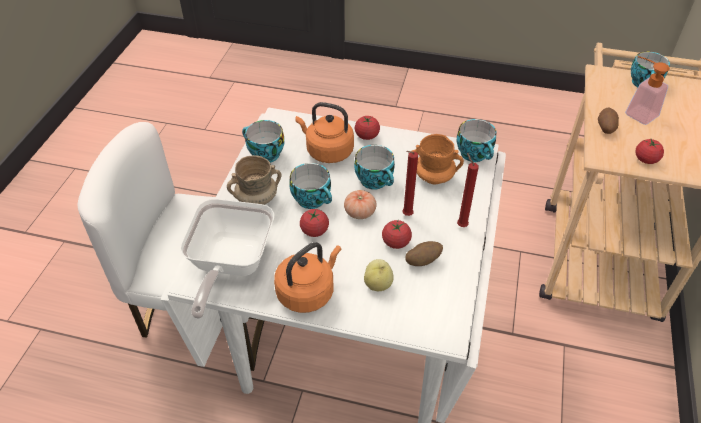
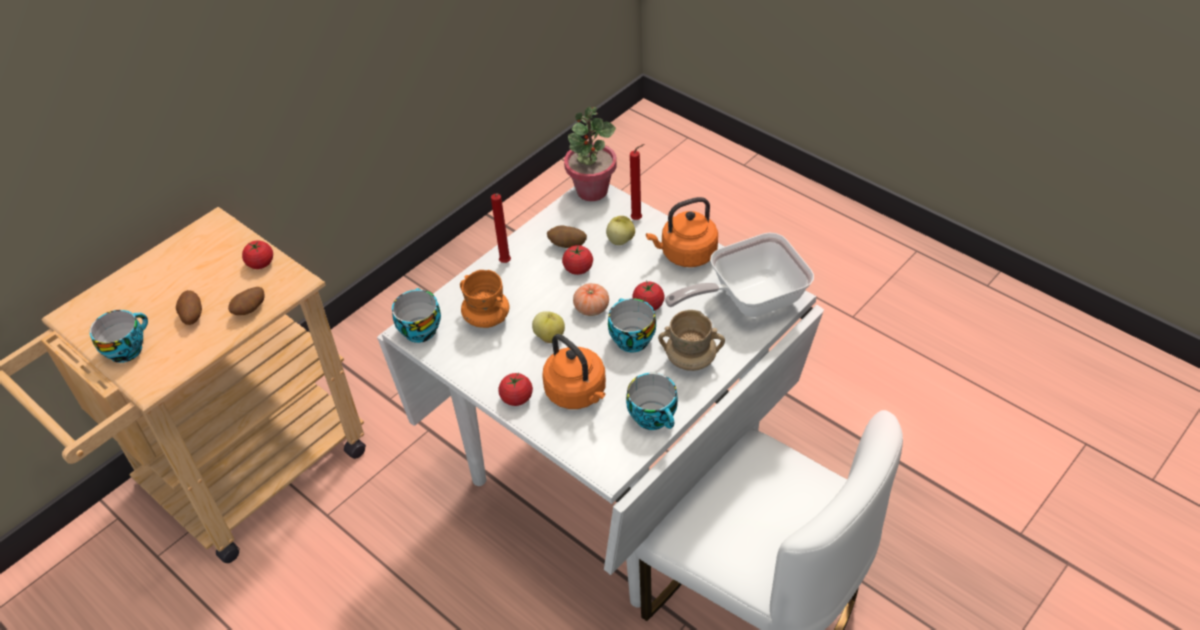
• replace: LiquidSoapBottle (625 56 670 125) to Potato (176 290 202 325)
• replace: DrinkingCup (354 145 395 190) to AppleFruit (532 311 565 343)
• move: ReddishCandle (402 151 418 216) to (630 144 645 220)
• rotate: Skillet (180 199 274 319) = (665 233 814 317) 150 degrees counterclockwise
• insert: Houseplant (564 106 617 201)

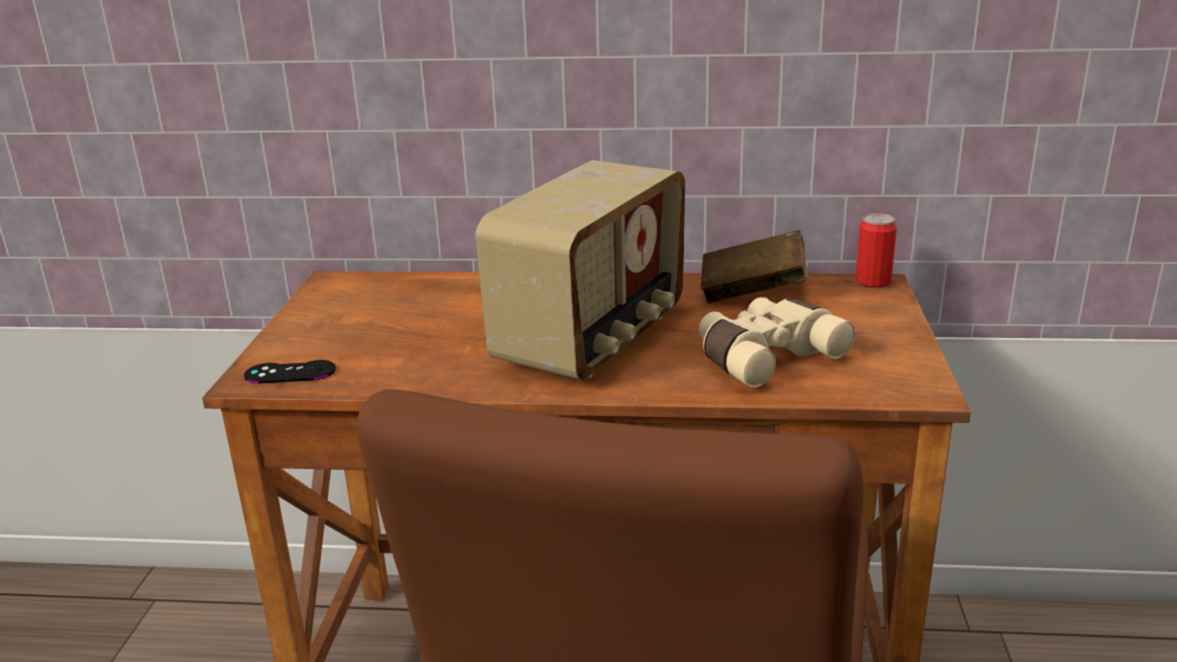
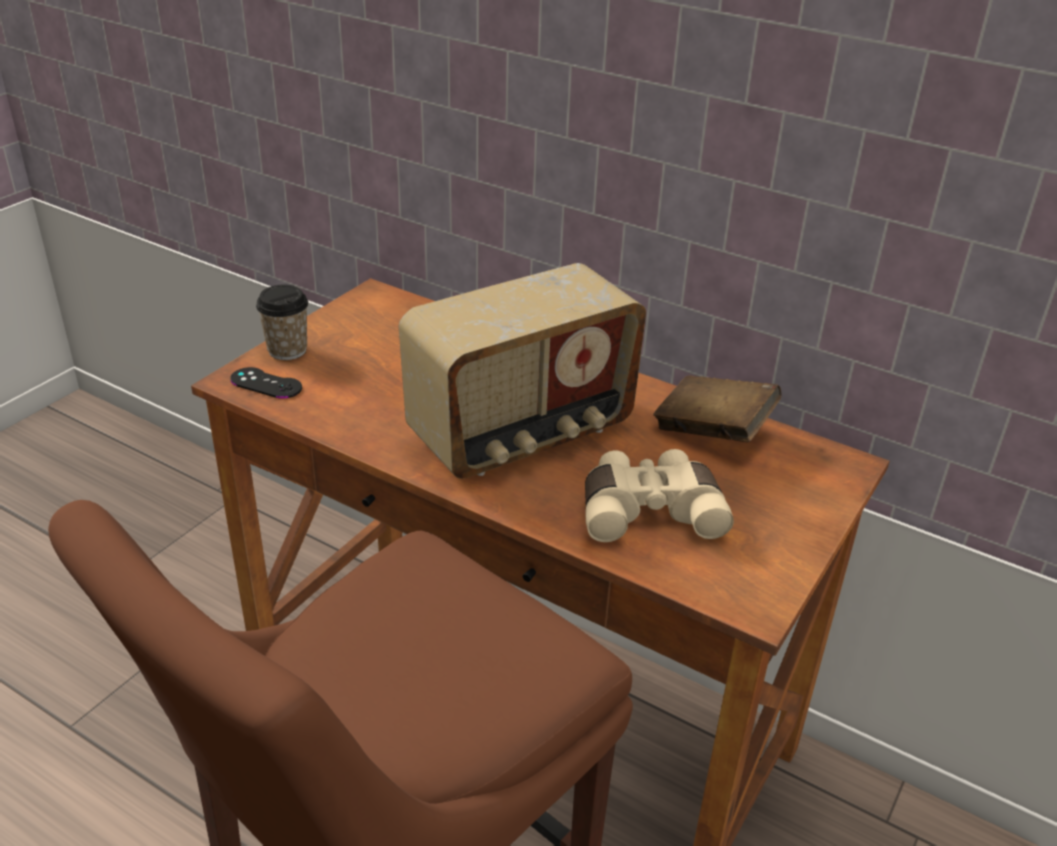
• delete: SealedCan (855 213 897 288)
• insert: DrinkingCup (256 285 308 360)

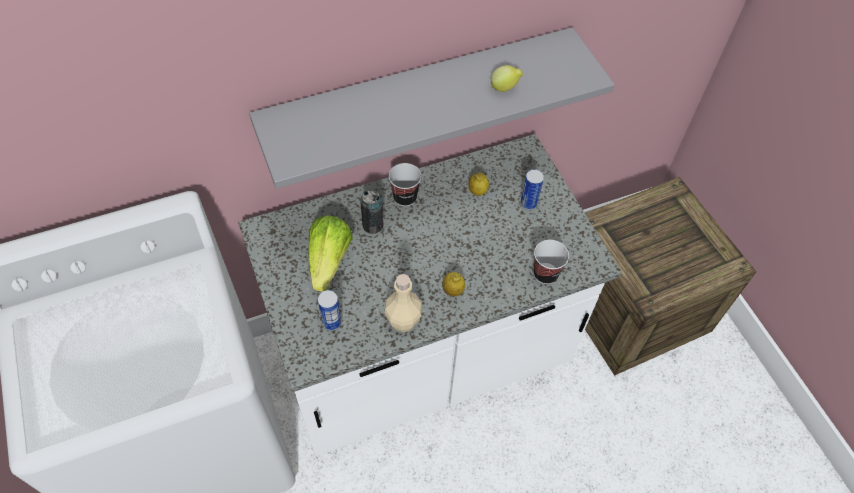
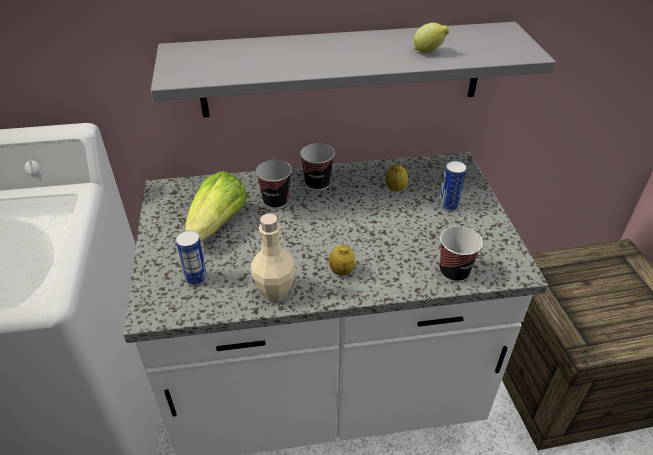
• replace: SealedCan (360 190 384 234) to DrinkingCup (255 160 292 209)

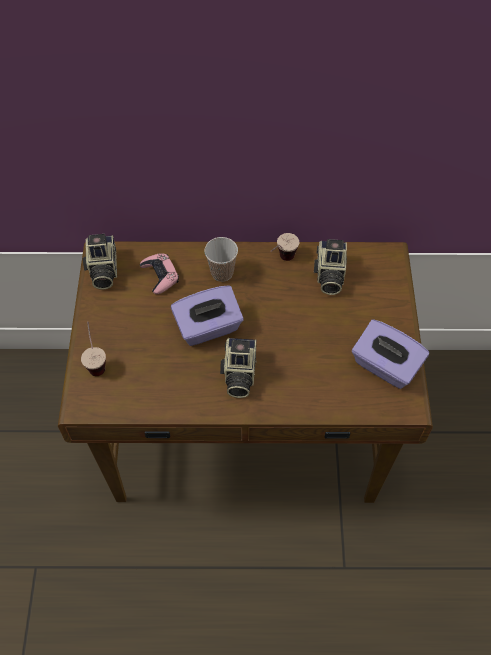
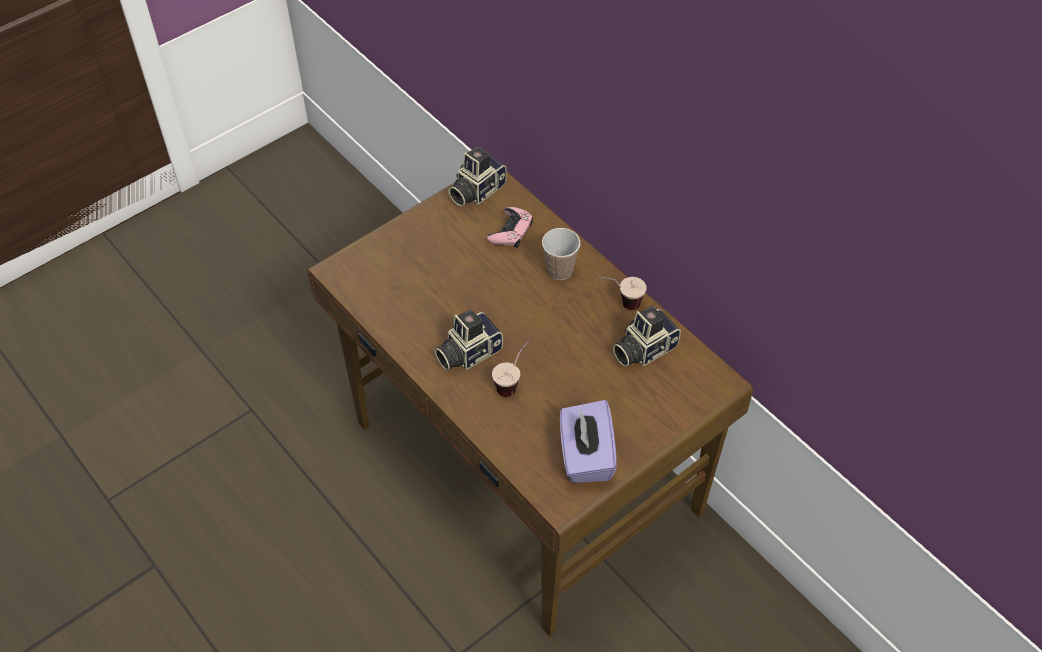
• delete: PurpleColouredTissueHolder (171 286 244 346)
• move: DrinkingCup (81 321 106 376) to (492 339 530 397)

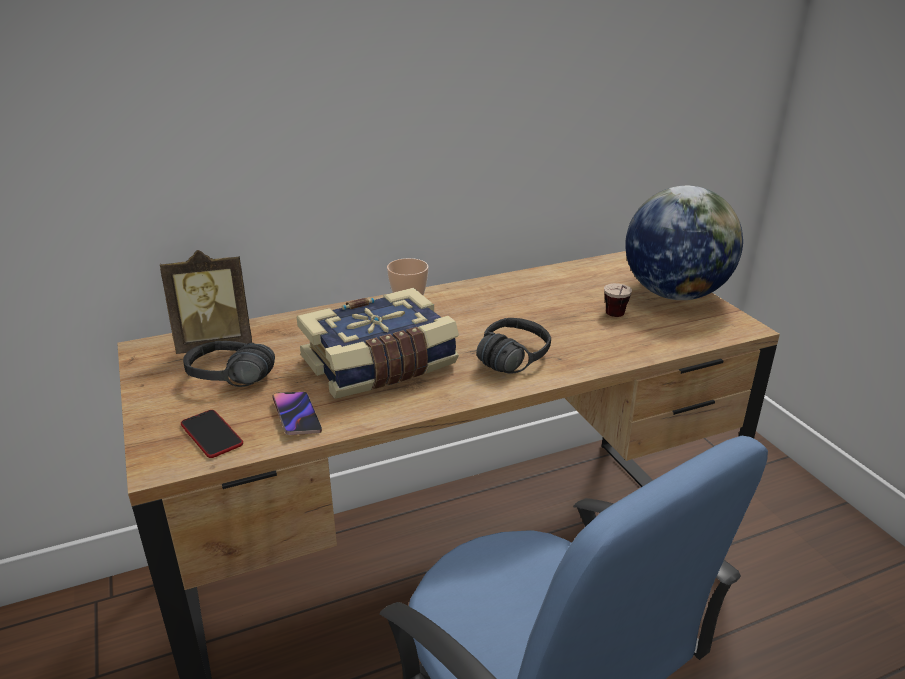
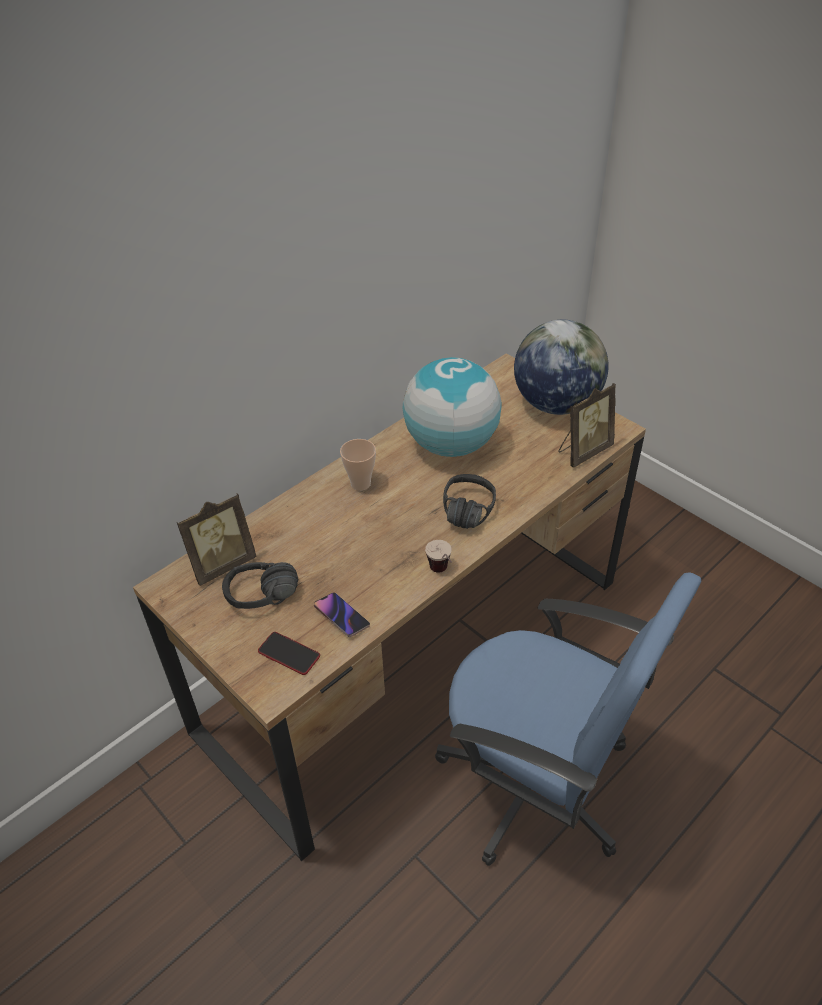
• move: DrinkingCup (604 283 632 317) to (425 540 452 573)
• delete: BoundBook (297 288 459 399)
• insert: DeskGlobe (403 357 502 457)
• insert: PictureFrame (559 383 616 468)

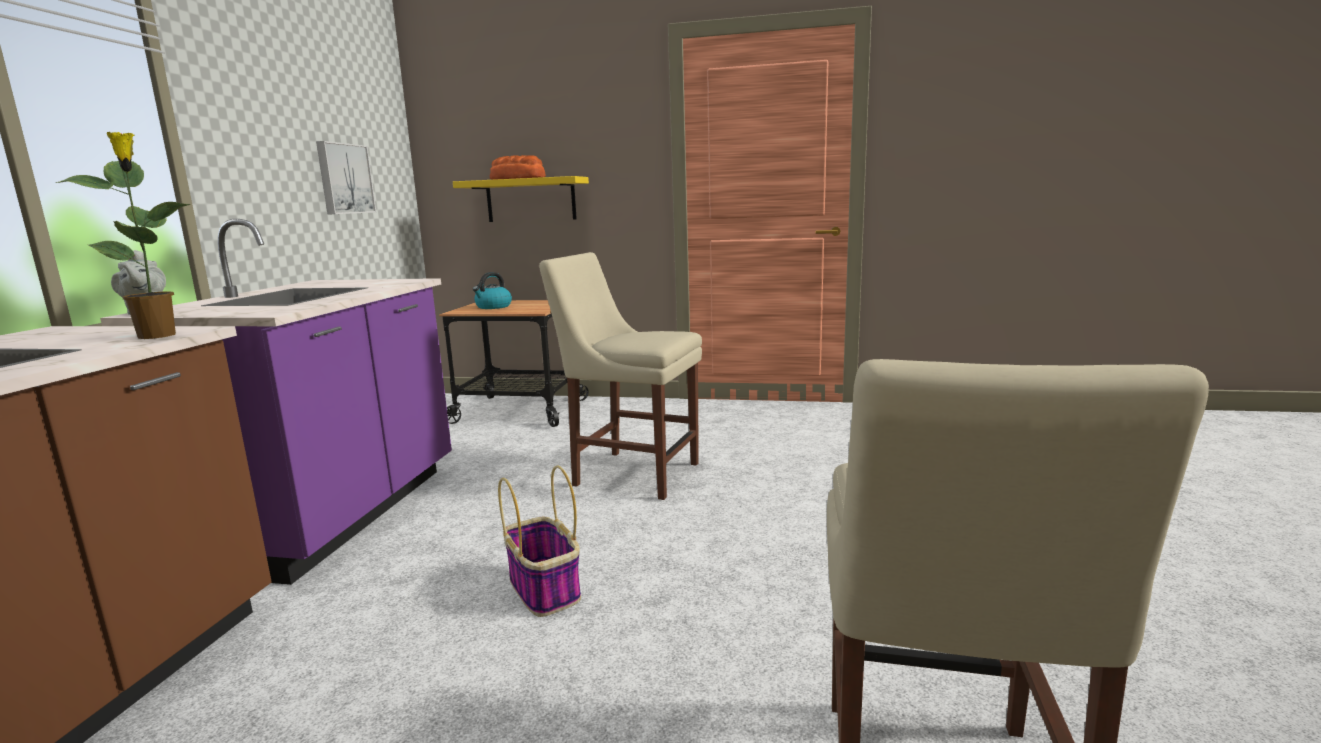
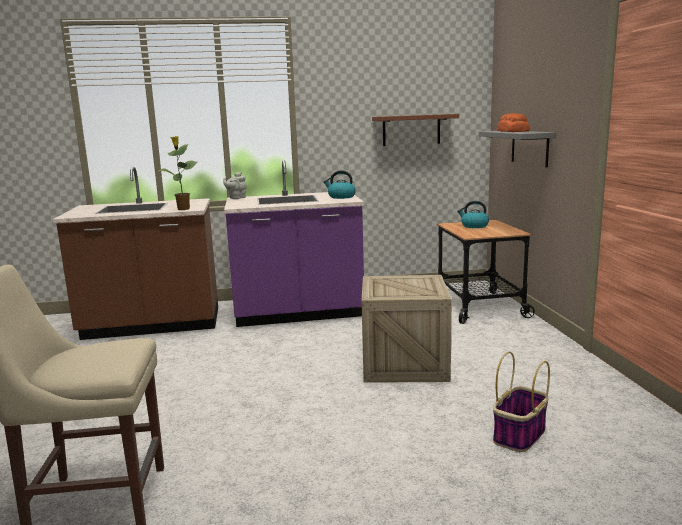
• replace: WallArt (316 141 376 215) to BrownishShelf (372 114 459 146)
• recolor: YellowColouredShelf (453 176 589 222) to GrayShelf (479 131 556 167)
• replace: BeigeColouredUprightChair (539 252 702 500) to ShippingCrate (361 275 452 383)
• move: HouseholdBasket (498 466 581 617) to (493 351 550 452)
• insert: WaterKettle (324 170 356 199)

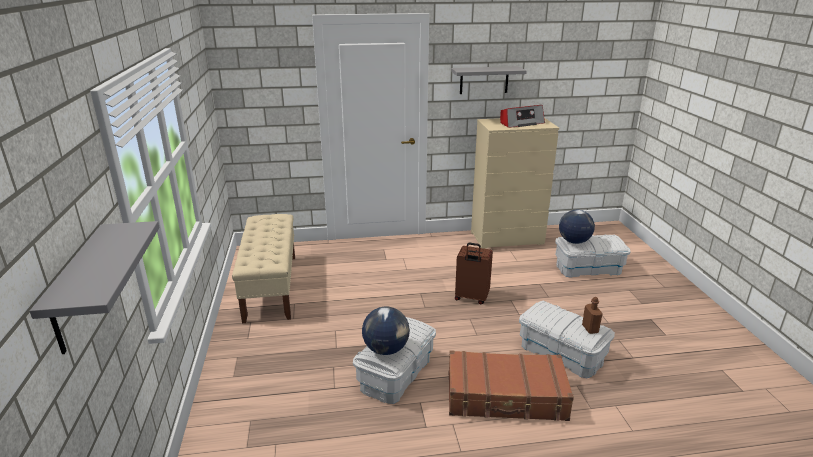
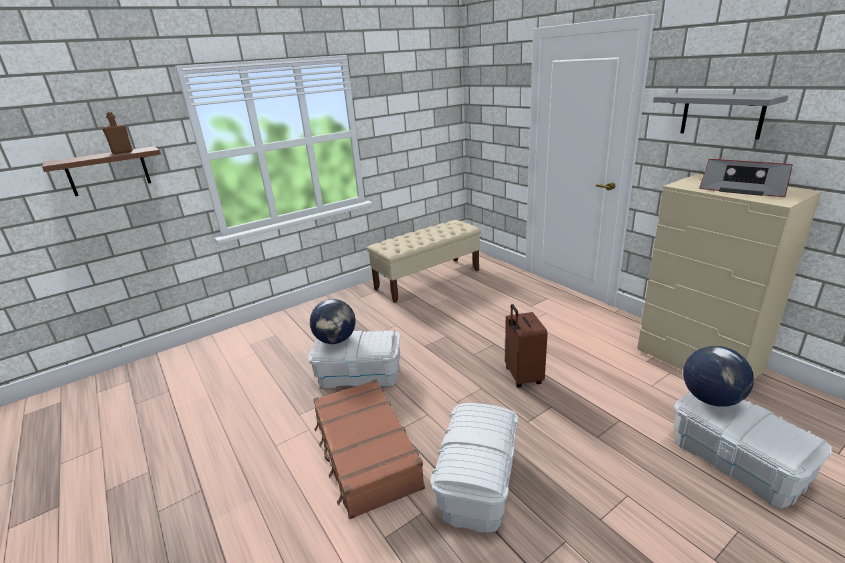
• recolor: GrayShelf (30 221 160 354) to BrownishShelf (42 146 161 196)
• move: BrownishBeverageBottle (582 297 603 334) to (102 112 133 154)

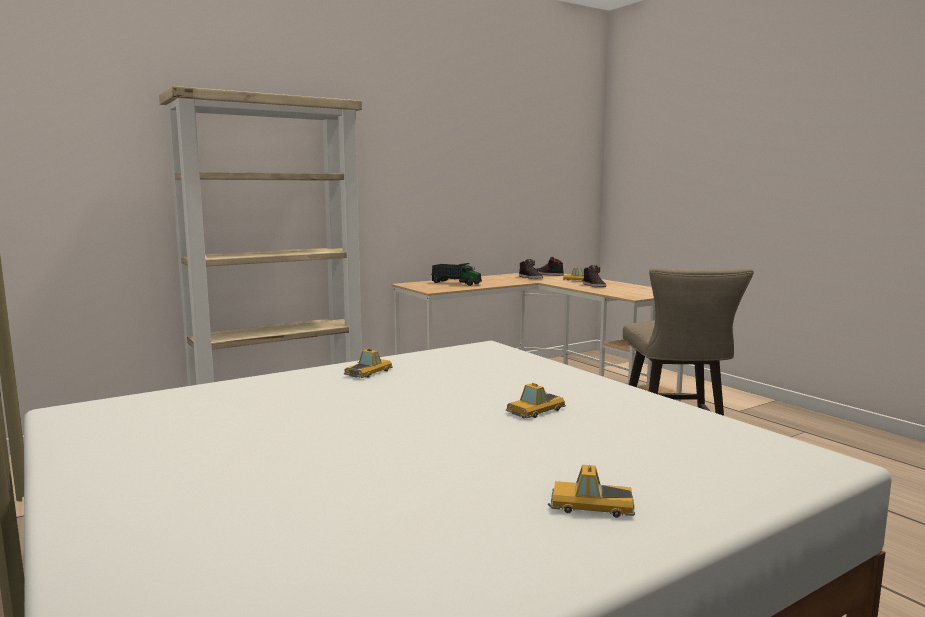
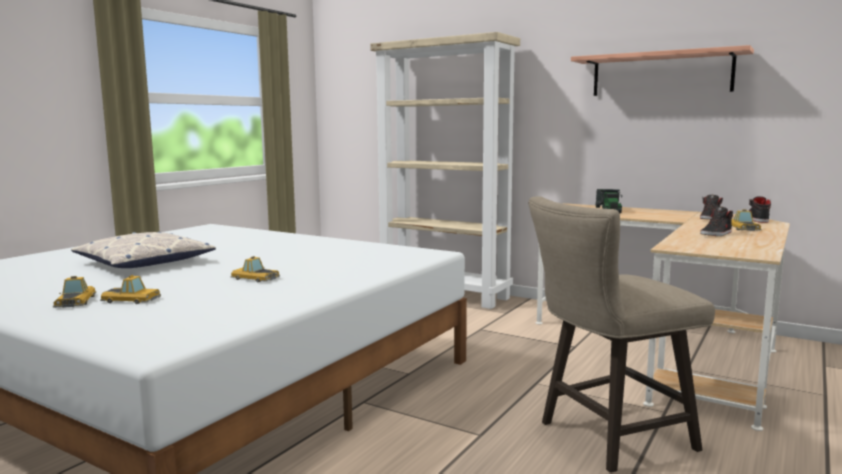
• move: ToyCar (344 349 393 378) to (100 275 161 304)
• insert: Shelf (571 45 754 96)
• insert: Pillow (71 232 216 268)

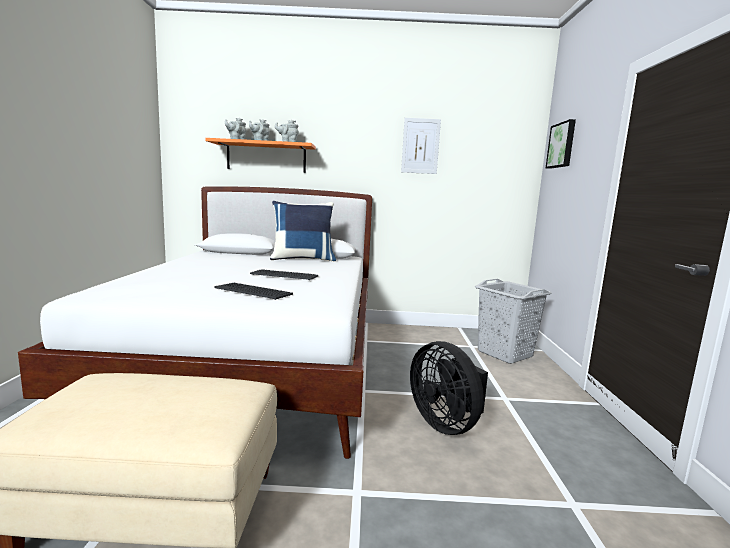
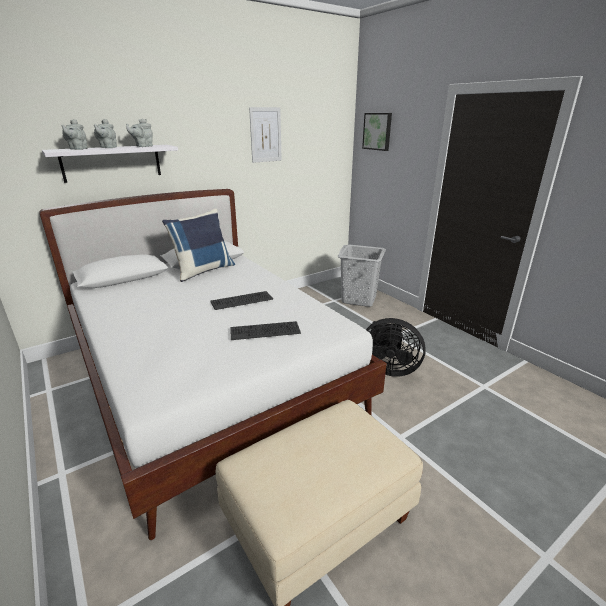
• recolor: OrangeColouredShelf (205 138 316 173) to WhiteColouredShelf (42 145 178 183)

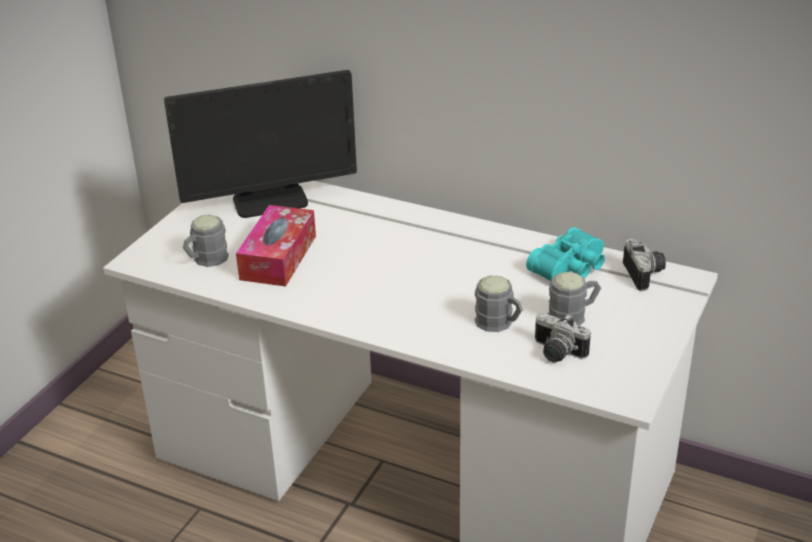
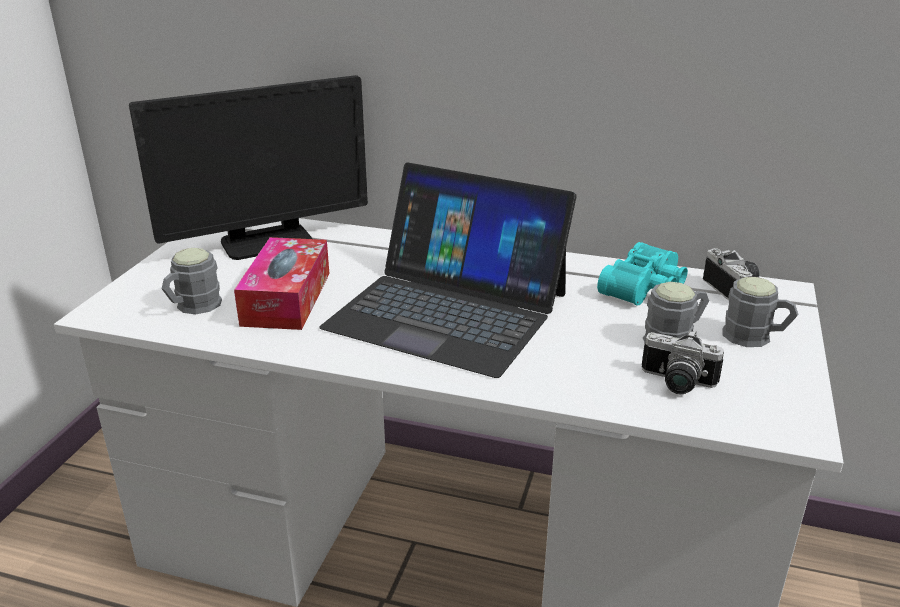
• move: GrayTeaMug (475 276 523 332) to (723 277 798 347)
• insert: Laptop (319 162 577 378)

